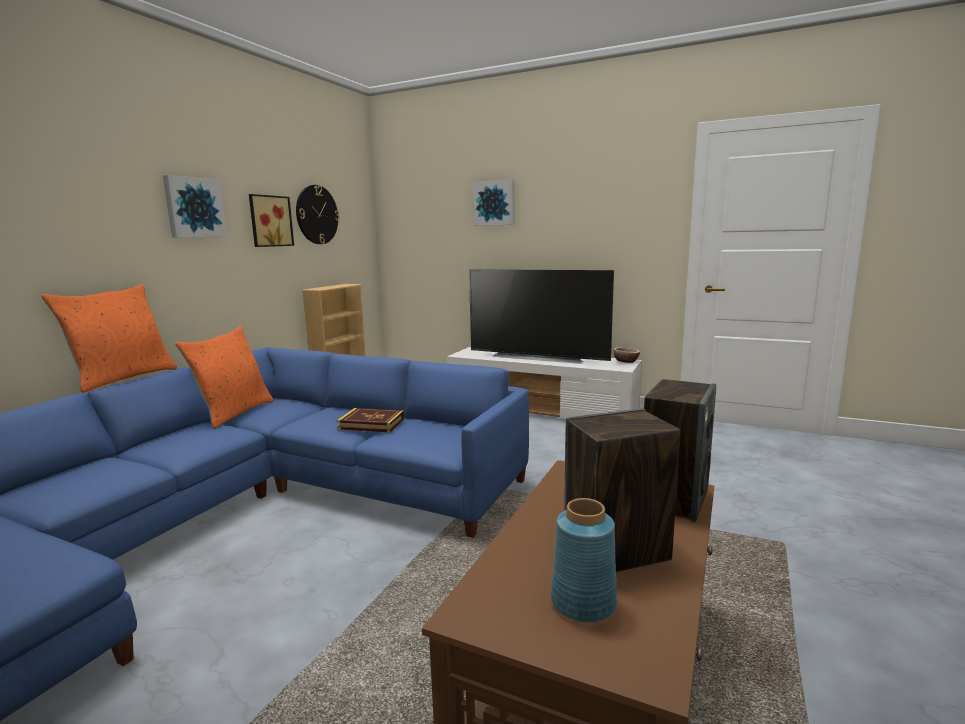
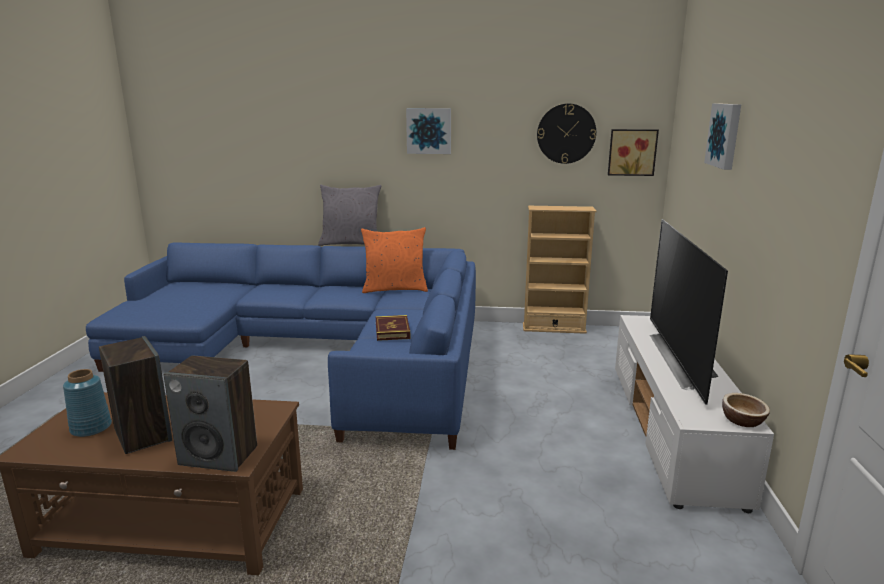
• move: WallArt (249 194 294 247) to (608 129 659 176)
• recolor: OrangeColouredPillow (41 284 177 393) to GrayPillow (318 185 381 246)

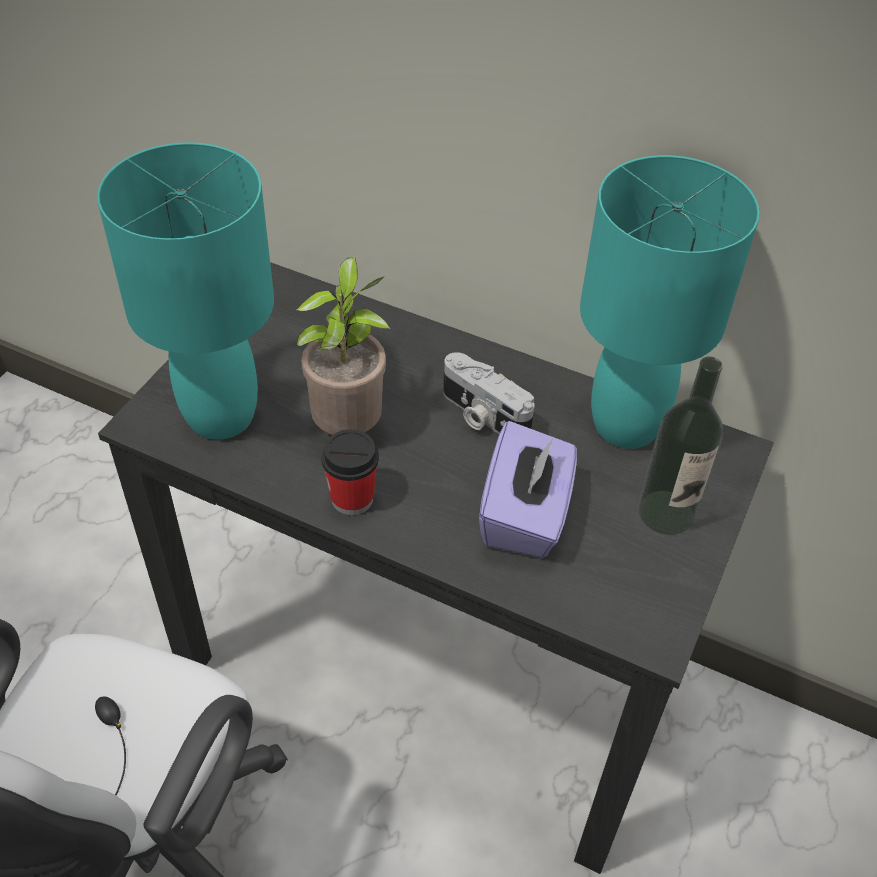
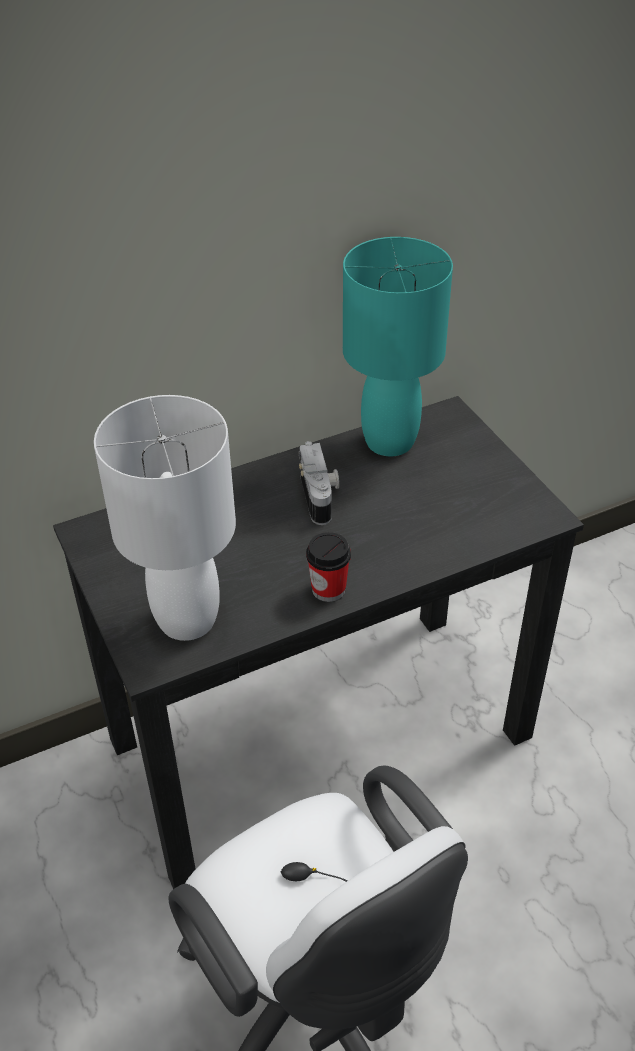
• recolor: TurquoiseColouredTabletopLamp (97 142 274 440) to WhiteColouredTabletopLamp (94 395 236 641)
• delete: Houseplant (296 258 391 435)
• rotate: StillCamera (443 352 535 434) = (299 441 339 525) 90 degrees counterclockwise
• delete: BeverageBottle (638 357 723 535)
• delete: PurpleColouredTissueHolder (479 421 577 558)

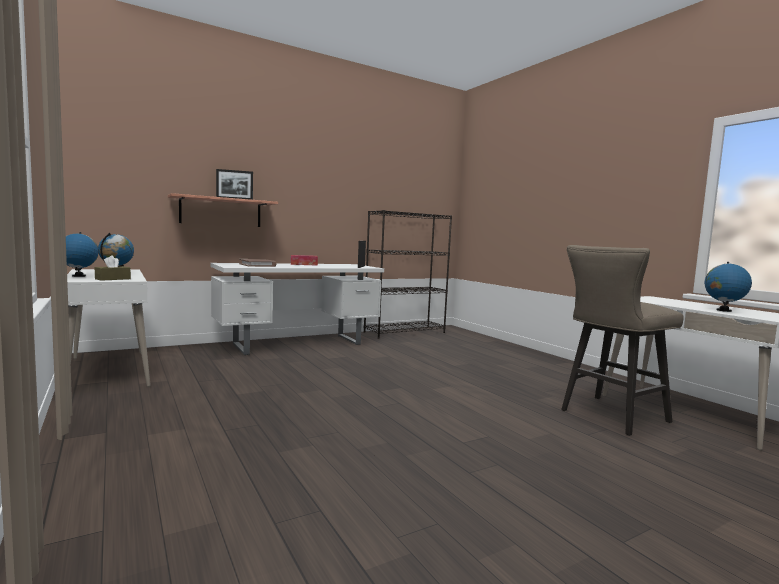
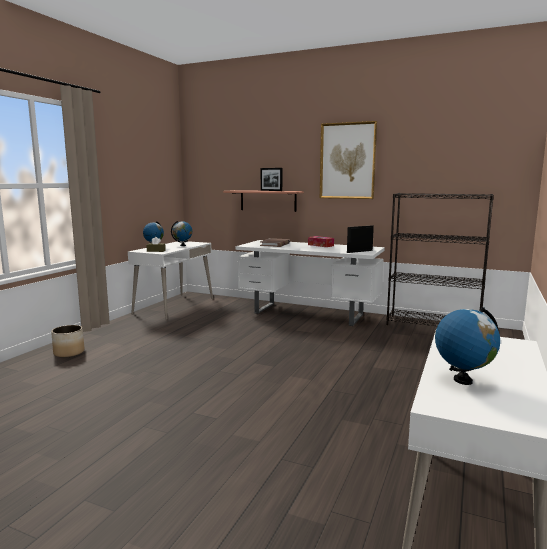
• delete: BeigeColouredStool (561 245 684 436)
• insert: WallArt (320 121 377 199)
• insert: PlantPot (51 325 85 358)

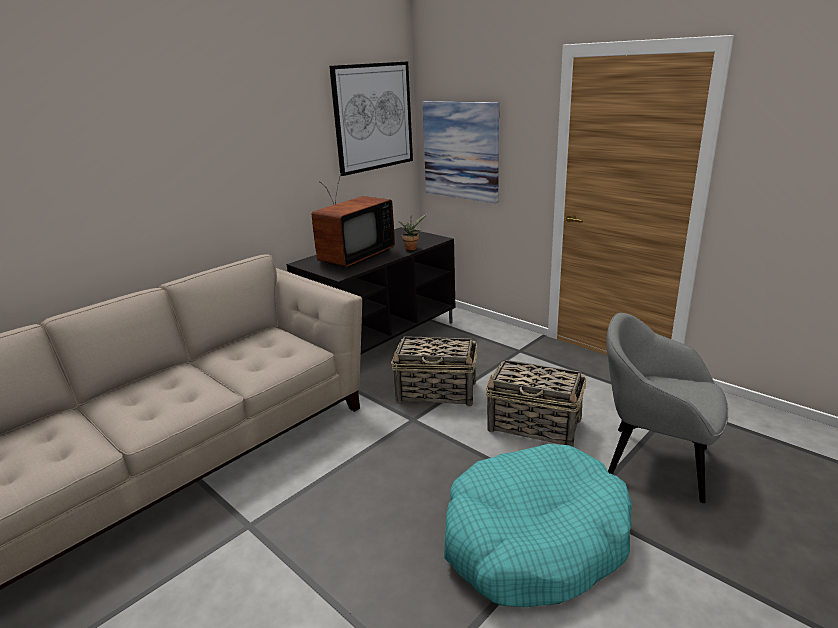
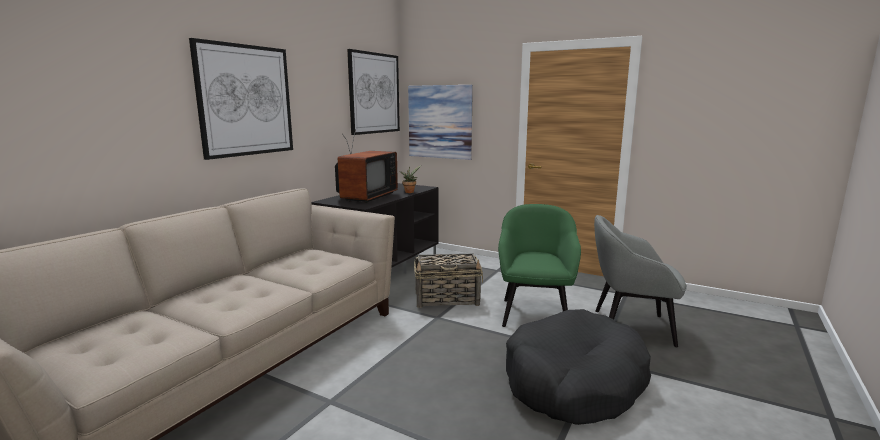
• replace: HouseholdBasket (485 360 586 447) to GreenishLoungeChair (498 204 581 327)
• recolor: TurquoiseColouredDogCushion (444 444 632 607) to BlackColouredDogCushion (506 309 651 425)
• insert: WallArt (189 38 293 160)

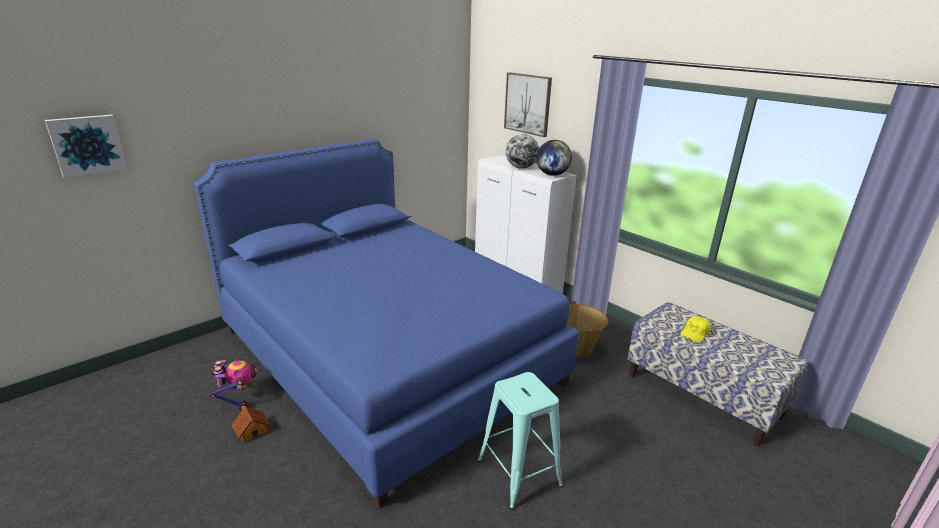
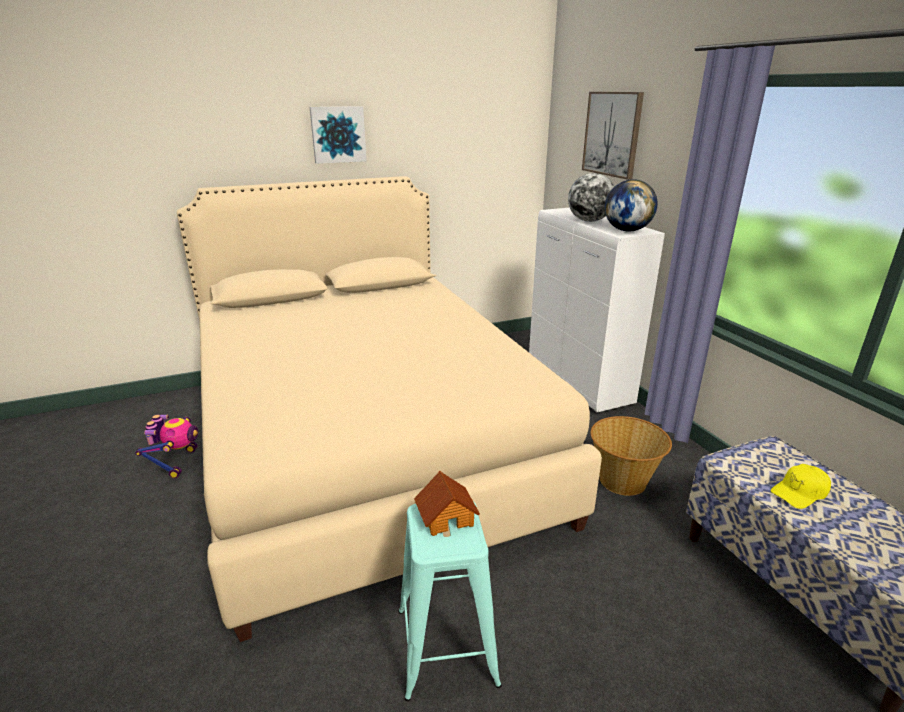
• move: WallArt (45 115 128 178) to (310 106 367 164)
• recolor: BluishBedroomBed (194 139 579 508) to BeigeColouredBedroomBed (177 176 602 642)
• move: ModelHouse (232 406 270 443) to (414 471 480 536)

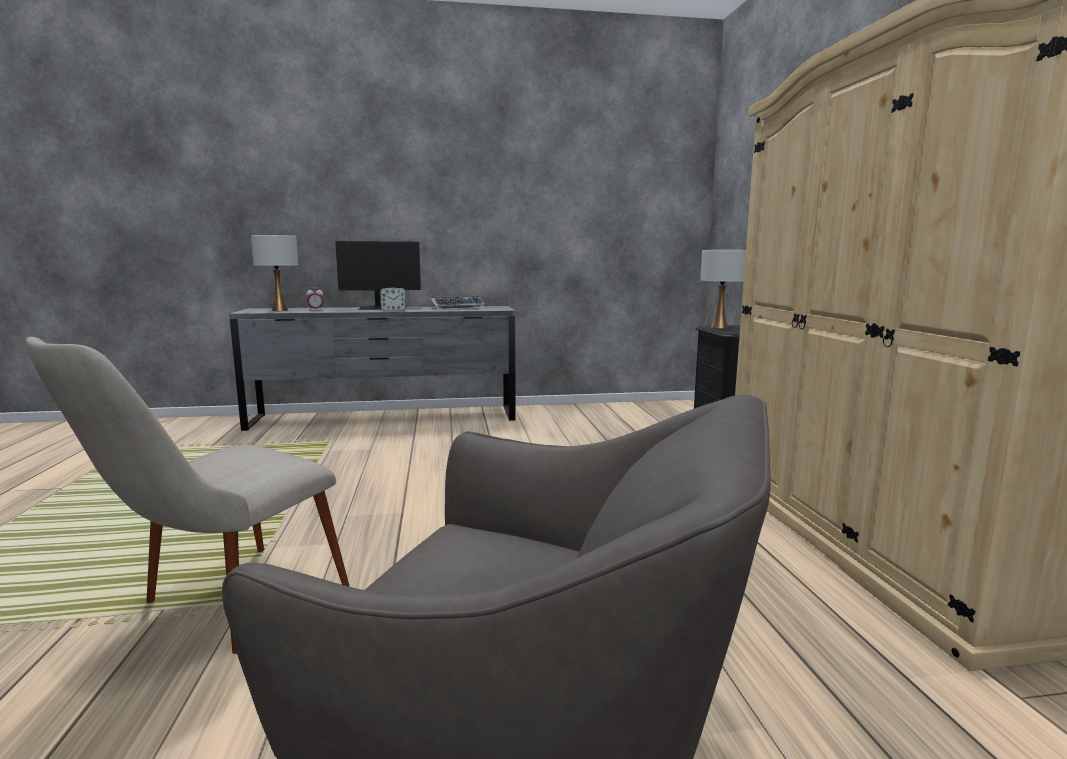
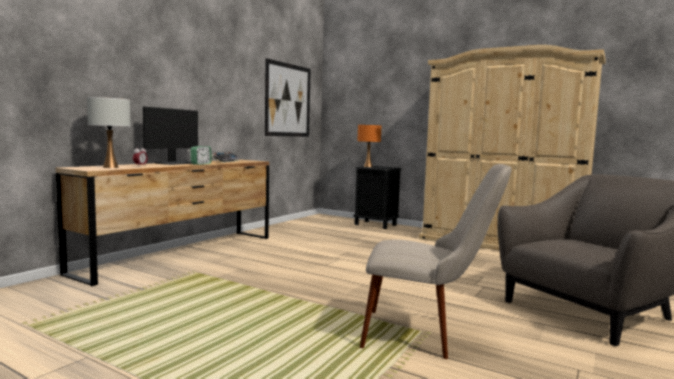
• recolor: WhiteColouredTabletopLamp (700 250 746 328) to OrangeColouredTabletopLamp (357 125 381 167)
• recolor: GrayDrawerChest (229 306 516 431) to BrownishDrawerChest (56 160 269 286)
• rotate: BeigeColouredUprightChair (26 337 349 654) = (360 164 512 359) 60 degrees counterclockwise
• insert: WallArt (265 58 311 137)

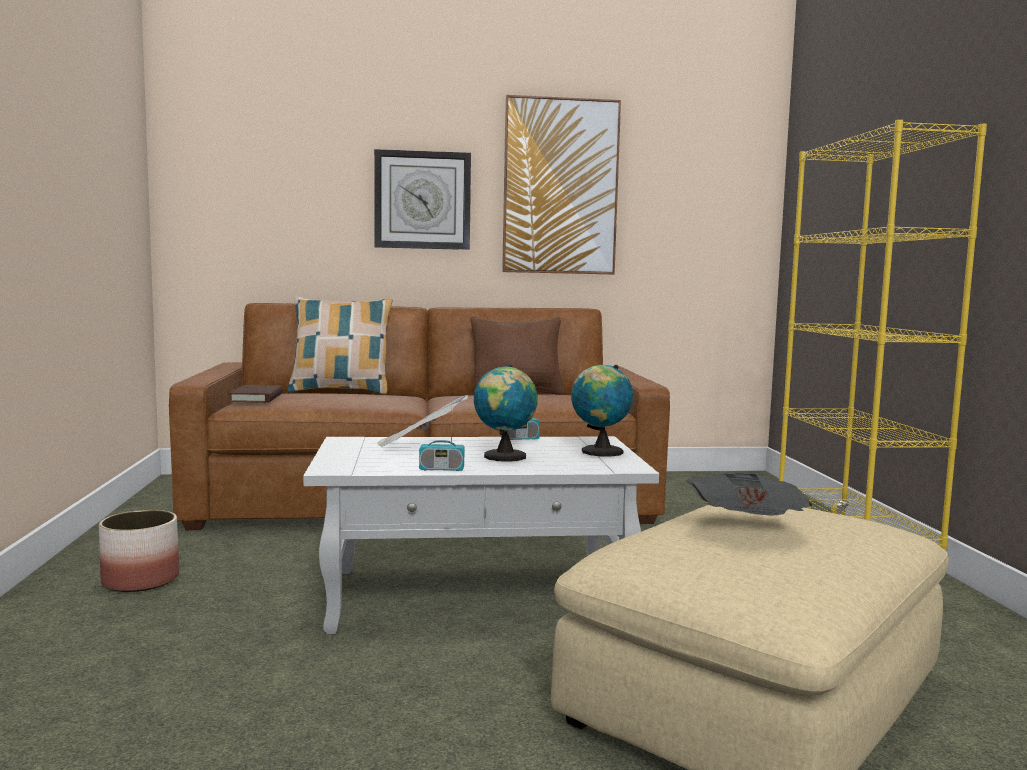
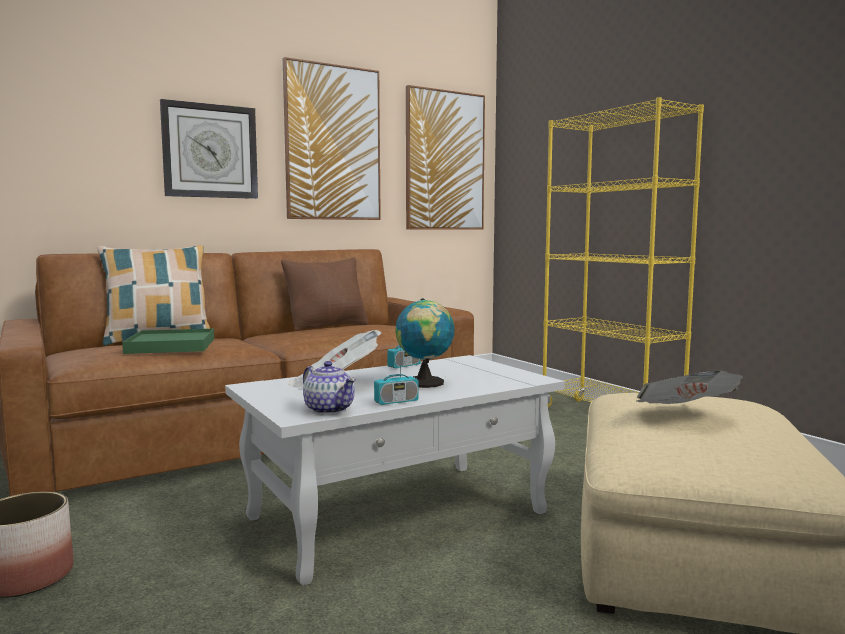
• delete: DeskGlobe (571 365 633 457)
• delete: BrownishBoundBook (228 385 283 403)
• insert: WallArt (406 85 485 230)
• insert: GreenishCarryingTray (122 329 214 354)
• insert: Teapot (303 361 356 415)

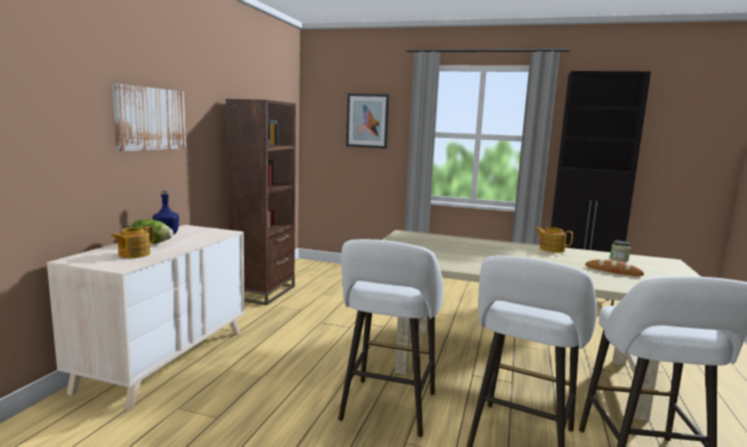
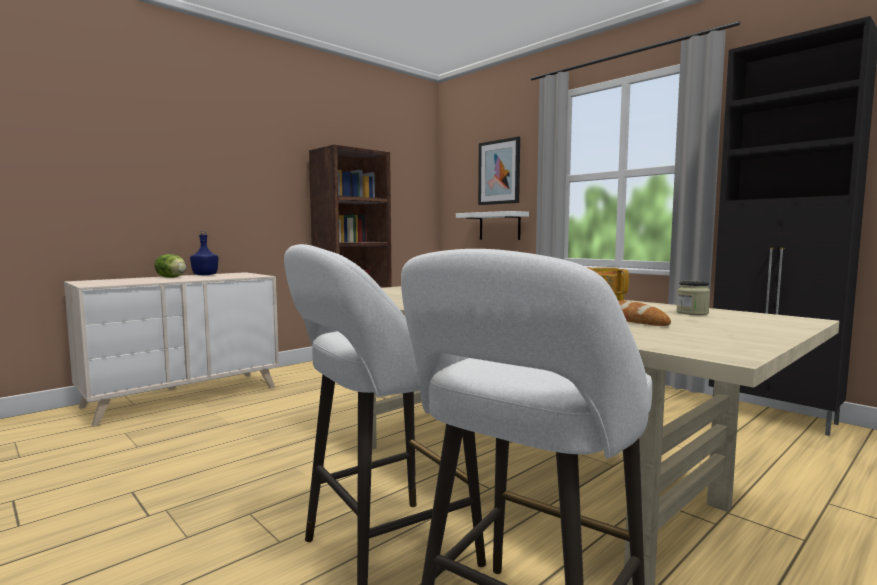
• delete: WallArt (112 83 186 151)
• delete: Teapot (111 226 154 258)
• delete: WhiteColouredStool (338 239 444 437)
• insert: WhiteColouredShelf (456 211 529 240)

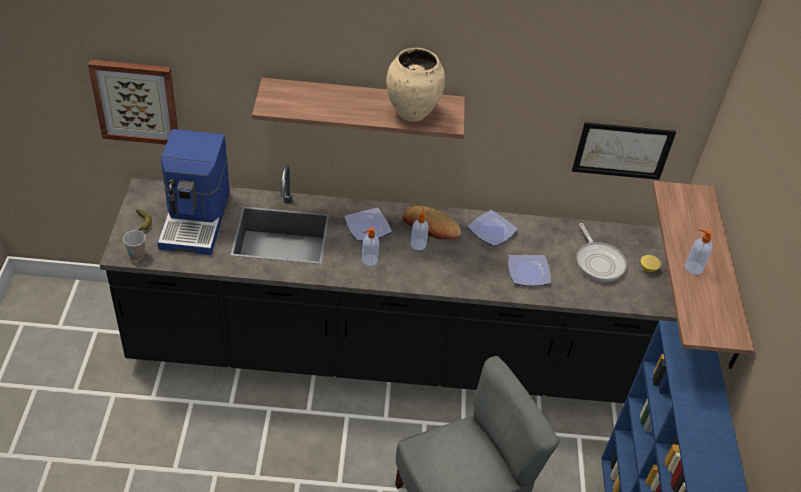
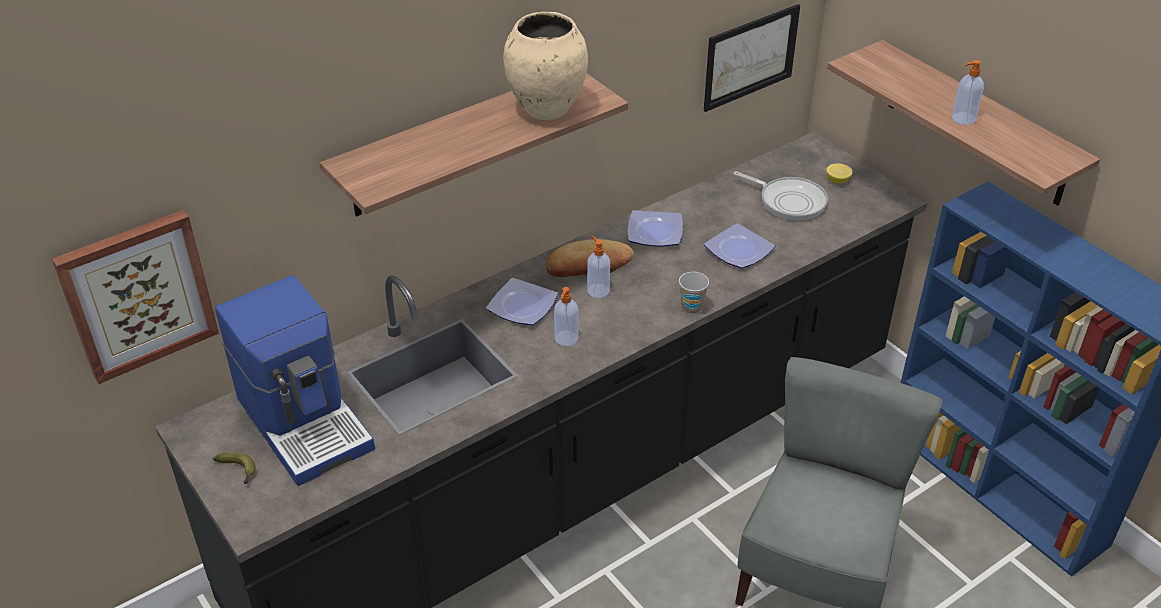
• move: DrinkingCup (123 230 146 260) to (679 272 709 314)

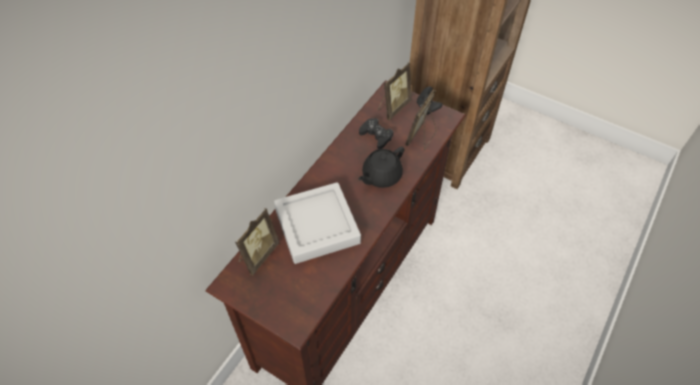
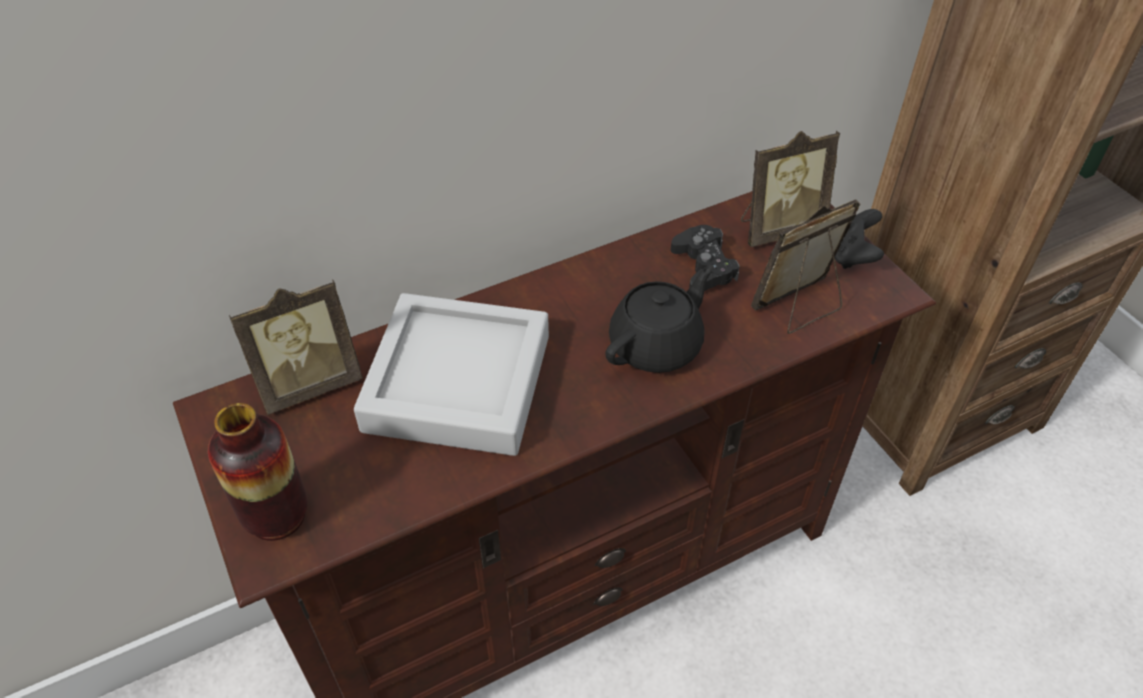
• rotate: BlackColouredTeapot (358 146 404 188) = (605 265 714 373) 150 degrees clockwise
• insert: FlowerVase (208 403 308 541)

